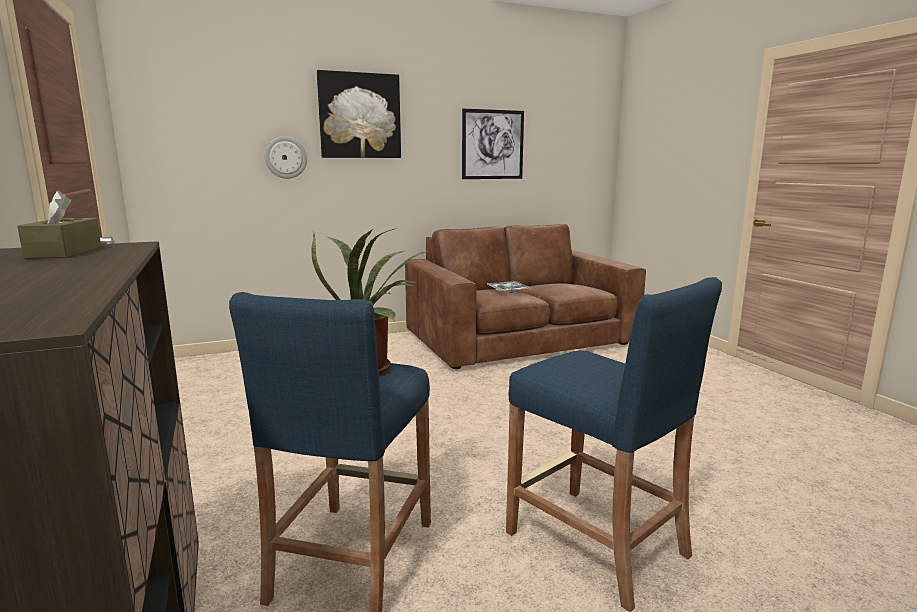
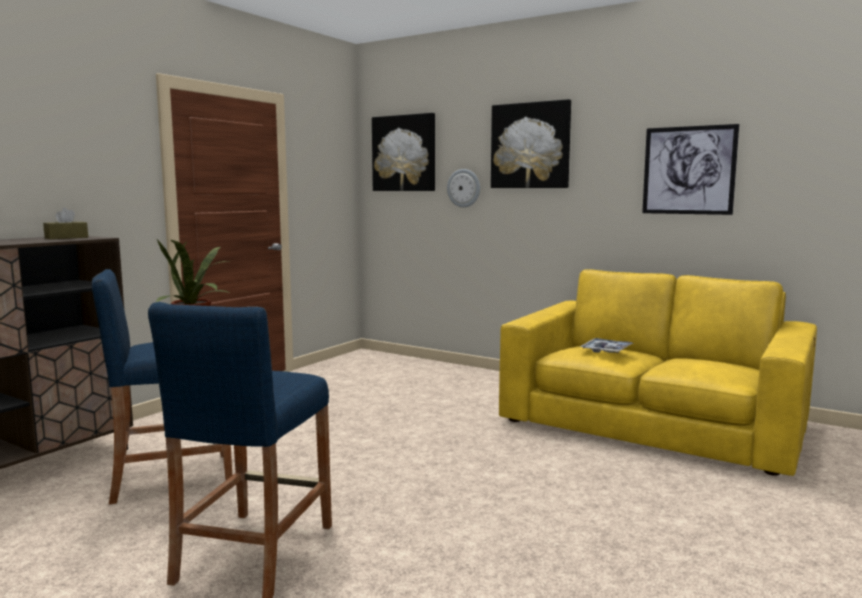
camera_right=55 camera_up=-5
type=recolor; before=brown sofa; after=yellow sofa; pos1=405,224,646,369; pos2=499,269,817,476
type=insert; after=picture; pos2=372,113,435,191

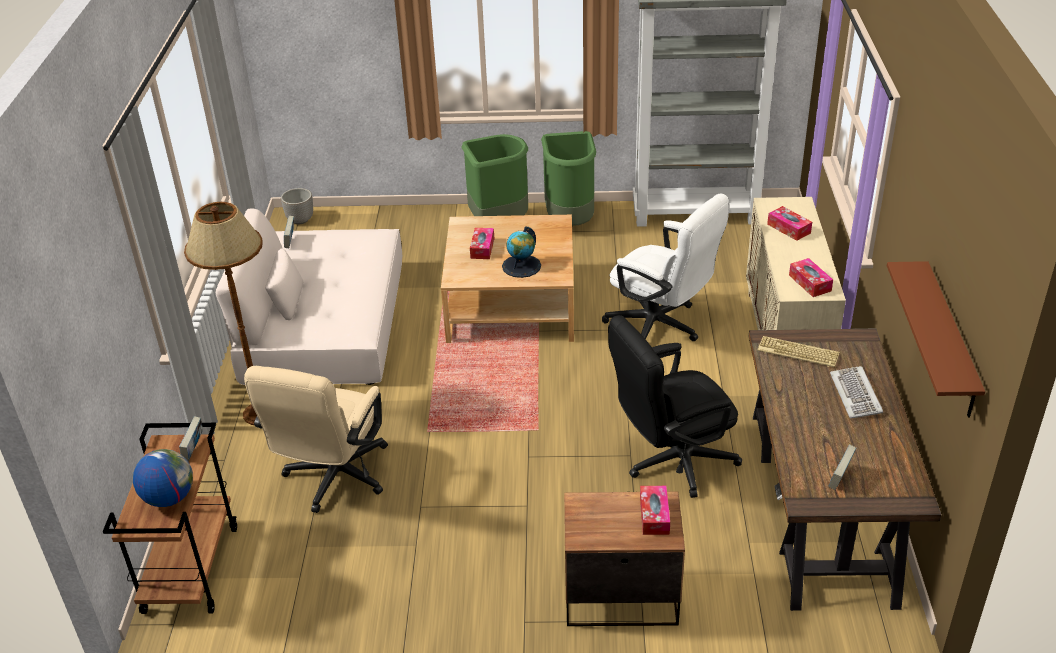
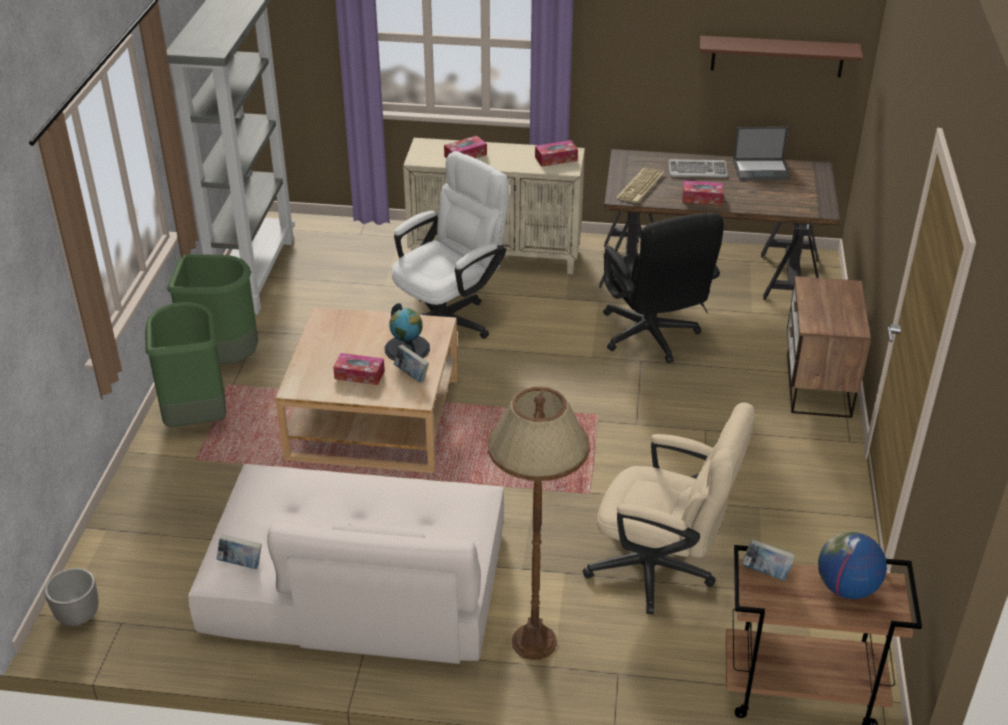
camera_right=-85 camera_up=0
type=move; before=book; pos1=829,445,856,490; pos2=394,344,429,383
type=move; before=tissue box; pos1=640,486,670,535; pos2=682,181,723,205
type=insert; after=laptop; pos2=733,127,791,180

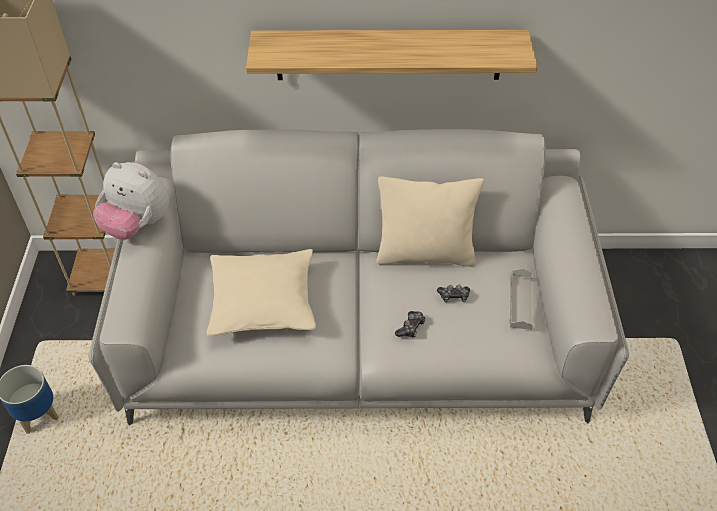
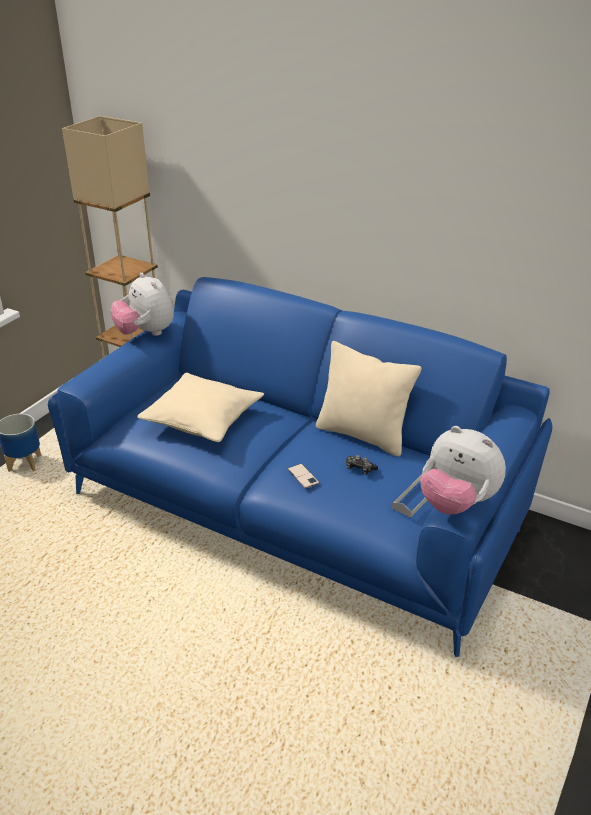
camera_right=30 camera_up=-15
type=delete; before=shelf; pos1=246,30,538,80
type=recolor; before=grey sofa; after=blue sofa; pos1=88,129,629,425; pos2=48,277,552,657
type=replace; before=game controller; after=phone; pos1=395,311,426,337; pos2=288,463,319,488
type=insert; after=plush toy; pos2=420,426,506,515

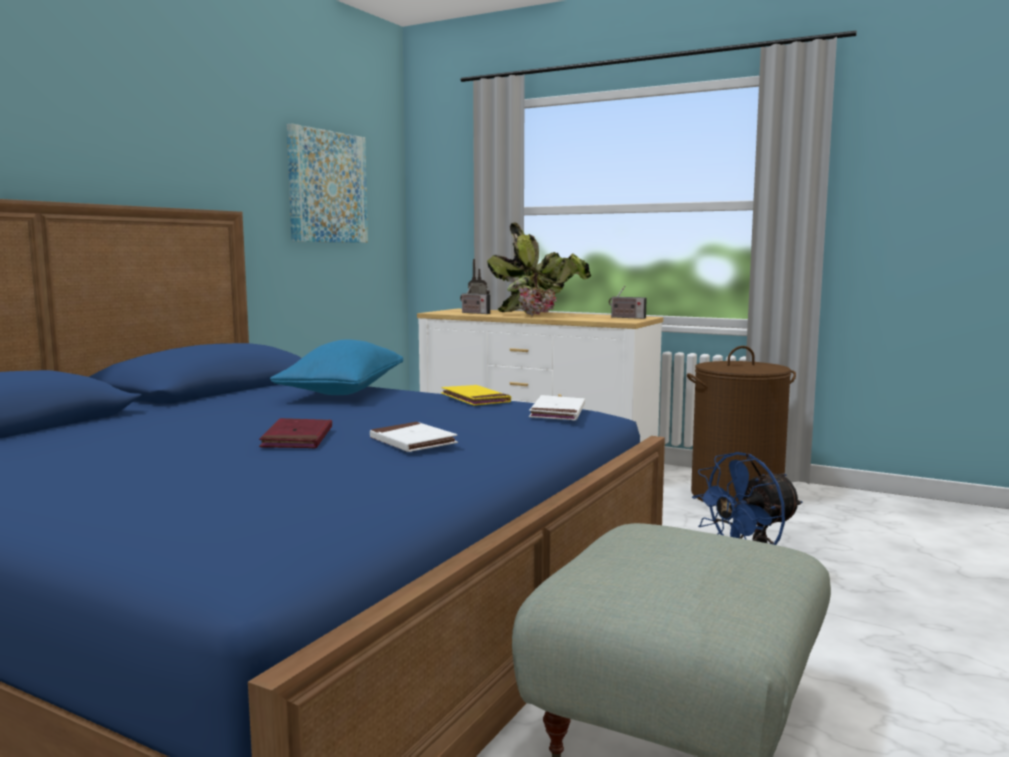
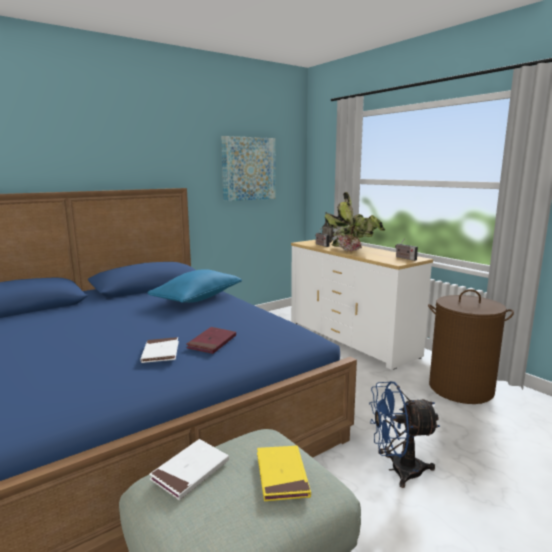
camera_right=25 camera_up=5
type=move; before=yellow book; pos1=441,385,511,405; pos2=257,445,311,501
type=move; before=white book; pos1=529,395,585,421; pos2=149,439,229,500
type=move; before=red book; pos1=259,418,332,449; pos2=186,327,236,354

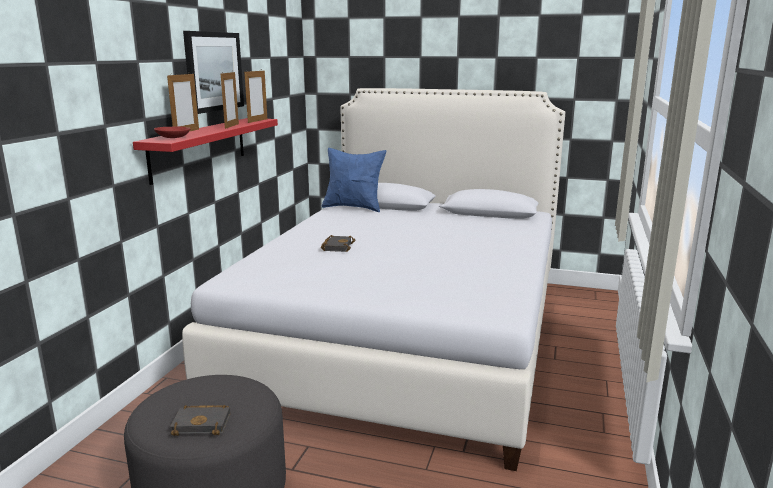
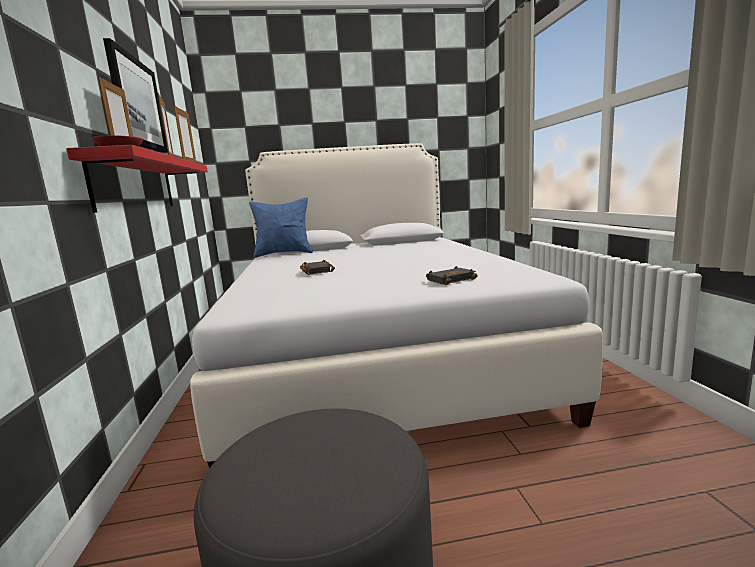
camera_right=-25 camera_up=-5
type=move; before=black book; pos1=170,405,230,436; pos2=426,266,478,285

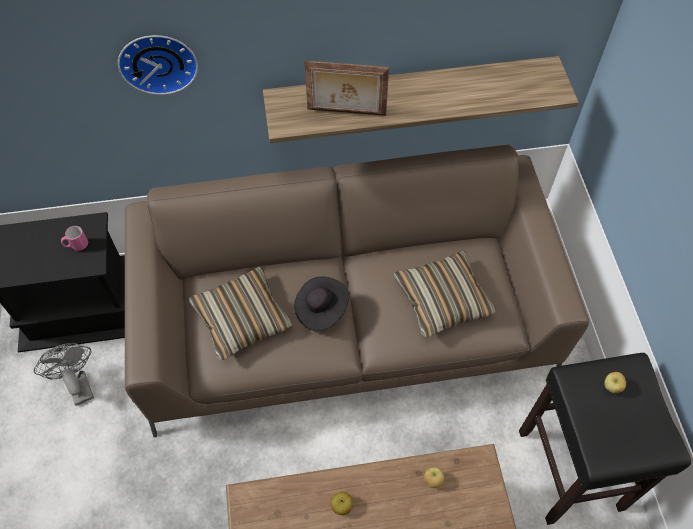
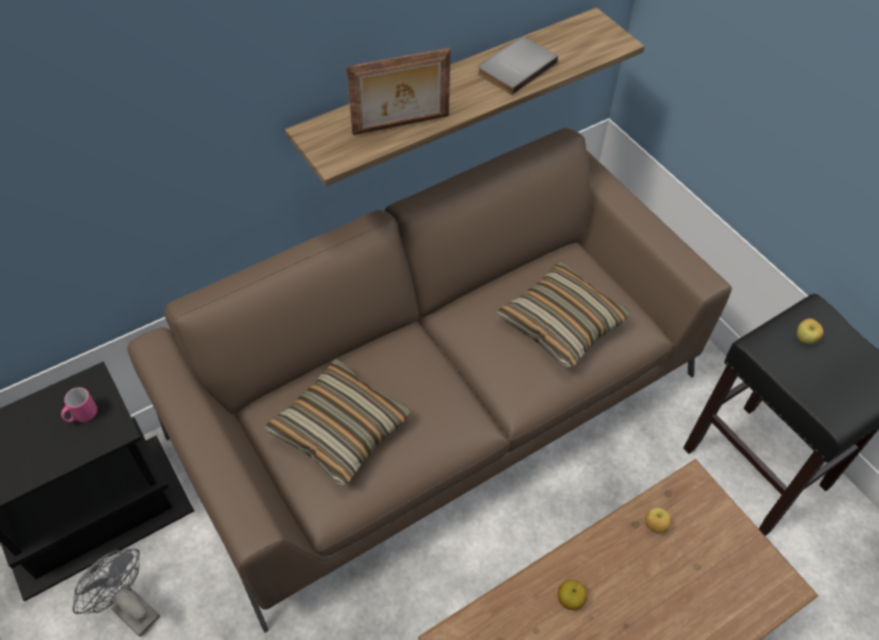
camera_right=-25 camera_up=-5
type=delete; before=wall clock; pos1=118,35,198,95
type=delete; before=black hat; pos1=294,276,349,331
type=insert; after=grey book; pos2=478,37,558,95

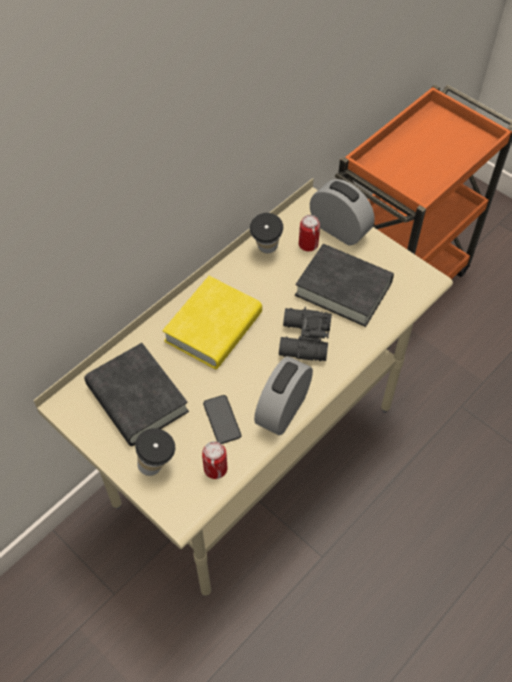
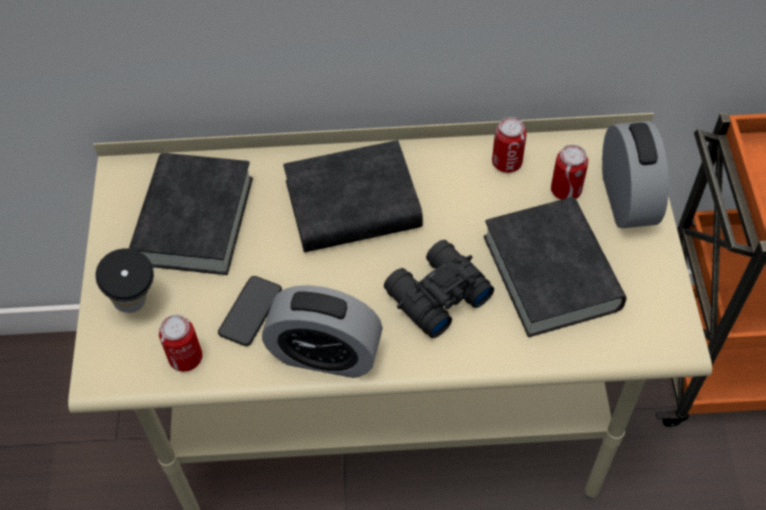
camera_right=45 camera_up=0
type=replace; before=cup; after=can; pos1=250,213,283,253; pos2=492,117,527,173
type=recolor; before=yellow book; after=black book; pos1=163,276,262,369; pos2=283,140,423,252
type=rotate; before=alarm clock; pos1=254,356,313,435; pos2=262,285,383,378; turn=-150

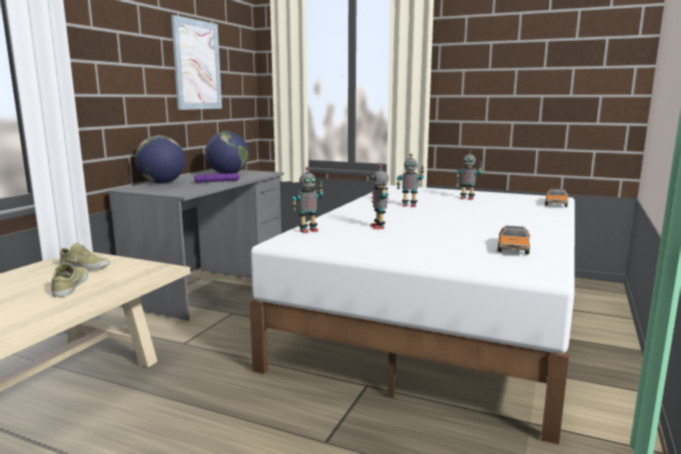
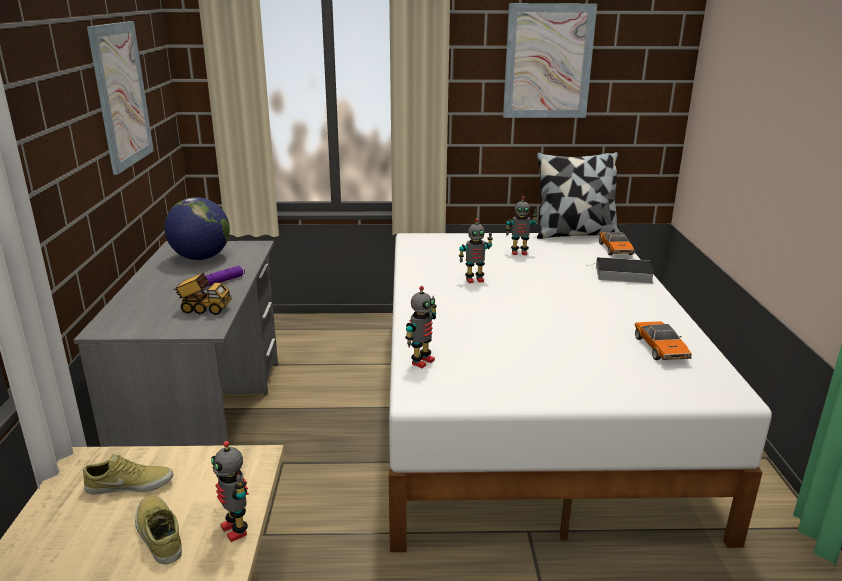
camera_right=-25 camera_up=10
type=delete; before=globe; pos1=135,135,185,183
type=move; before=toy robot; pos1=371,165,389,229; pos2=211,441,249,542
type=insert; after=picture; pos2=503,3,597,118
type=insert; after=pillow; pos2=536,152,620,239
type=insert; after=book; pos2=587,257,654,284
type=insert; after=toy truck; pos2=174,273,231,315

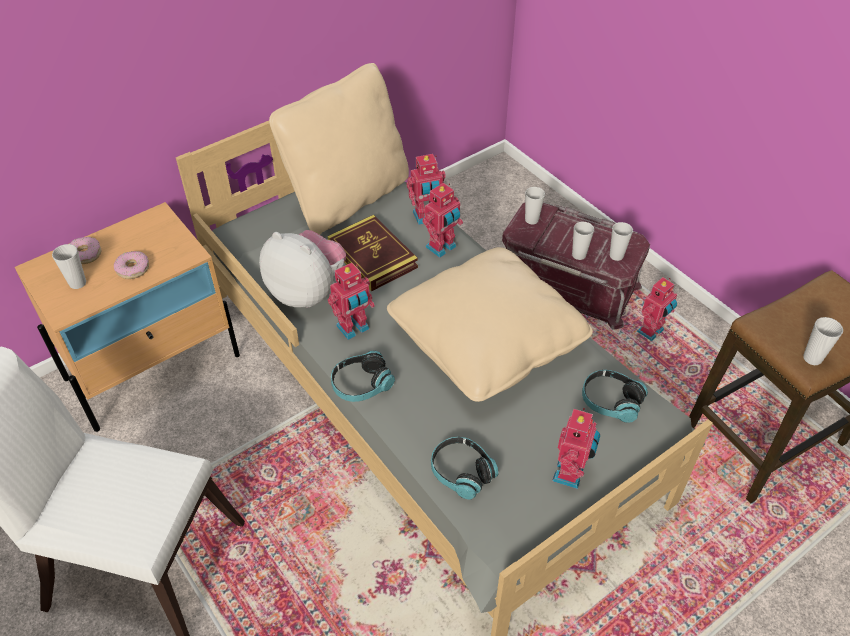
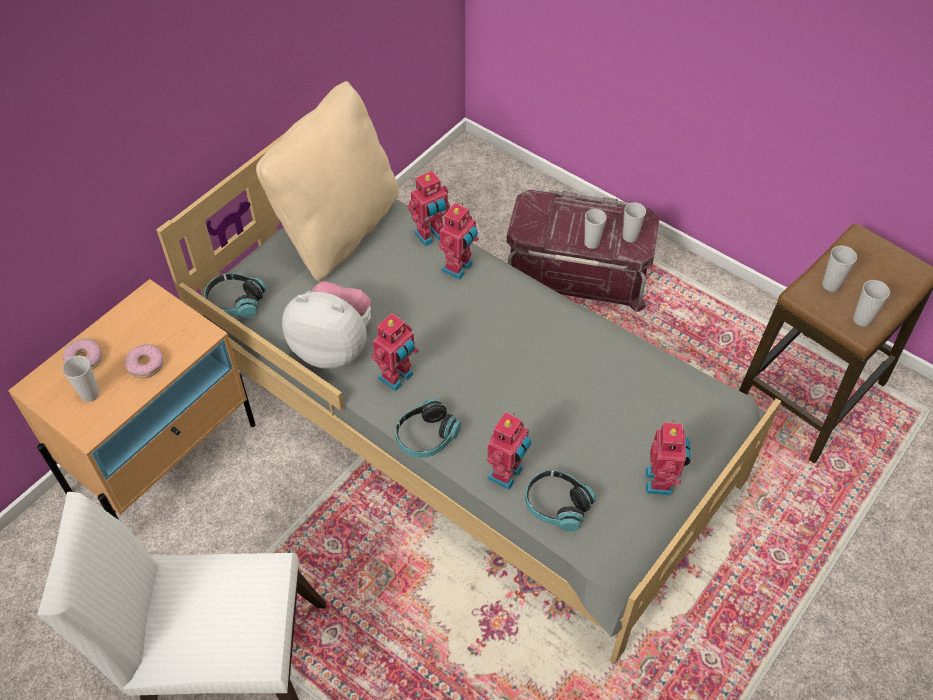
camera_right=-15 camera_up=5
type=move; before=cup; pos1=525,187,545,224; pos2=822,246,857,292
type=delete; before=book; pos1=328,215,418,292
type=delete; before=beige pillow; pos1=387,247,593,402
type=move; before=toy robot; pos1=637,277,677,341; pos2=487,412,531,490
type=move; before=headphones; pos1=582,370,648,423; pos2=204,273,266,318

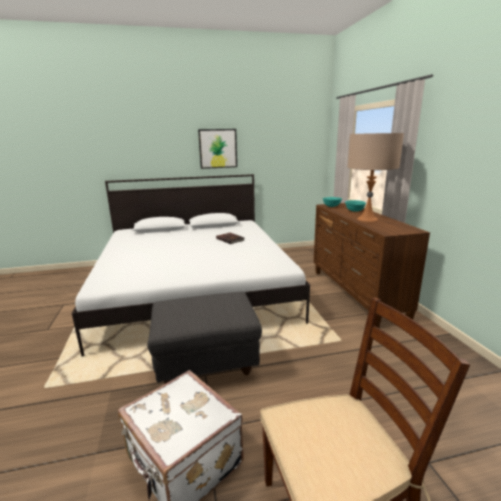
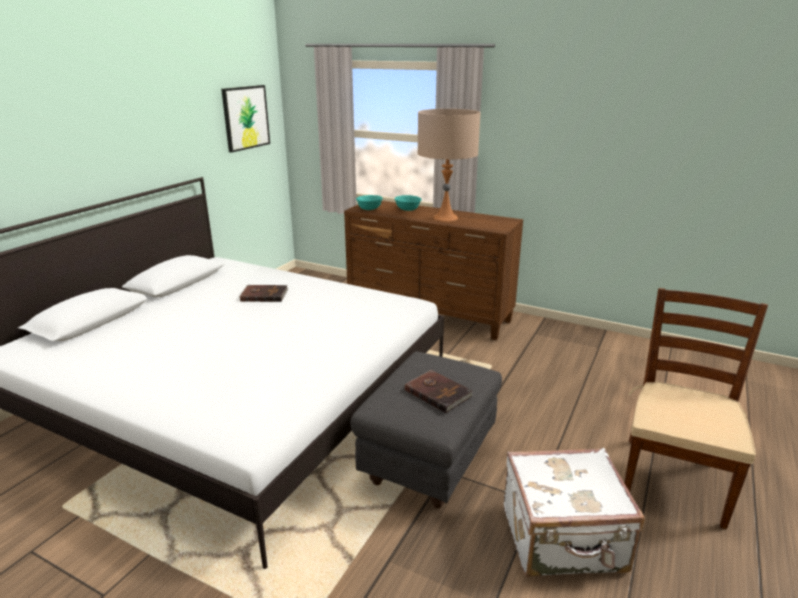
camera_right=-50 camera_up=5
type=move; before=picture; pos1=198,129,237,169; pos2=221,85,270,152
type=insert; after=brown book; pos2=405,370,473,413

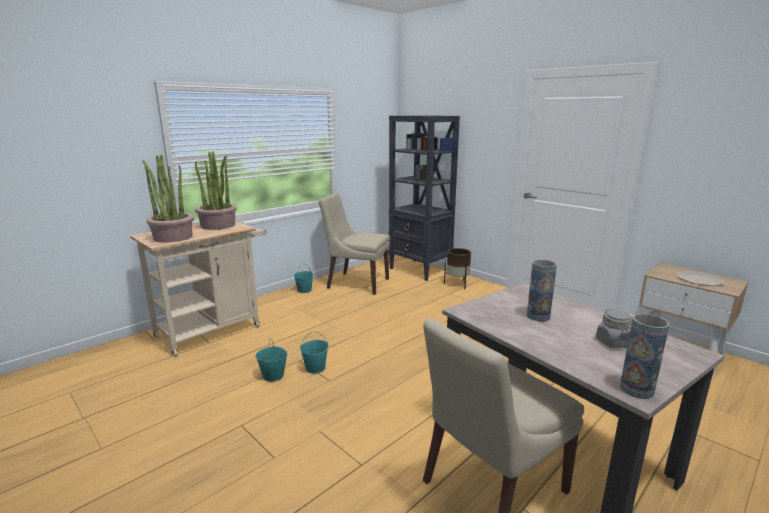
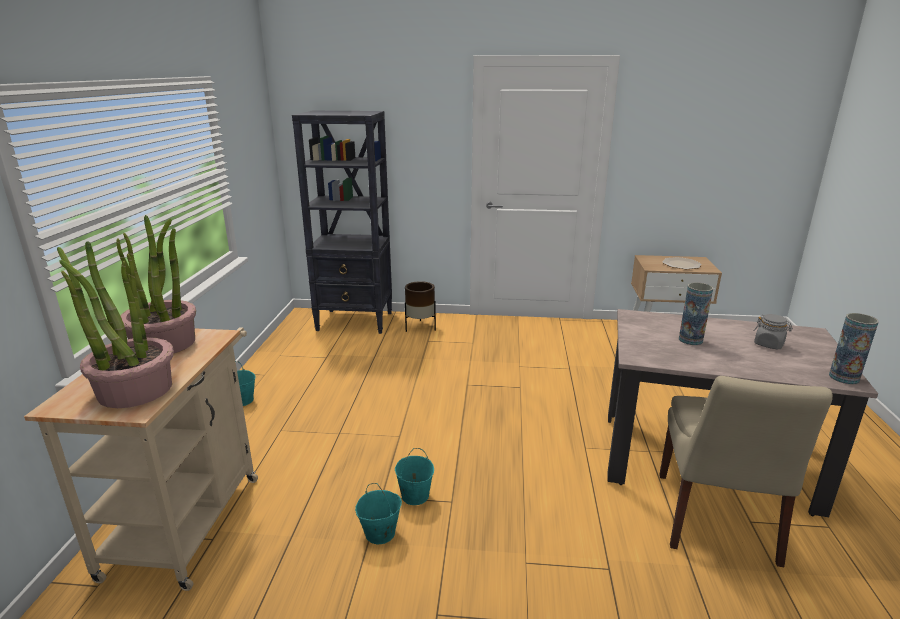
camera_right=-40 camera_up=5
type=delete; before=beige chair; pos1=319,193,390,295

